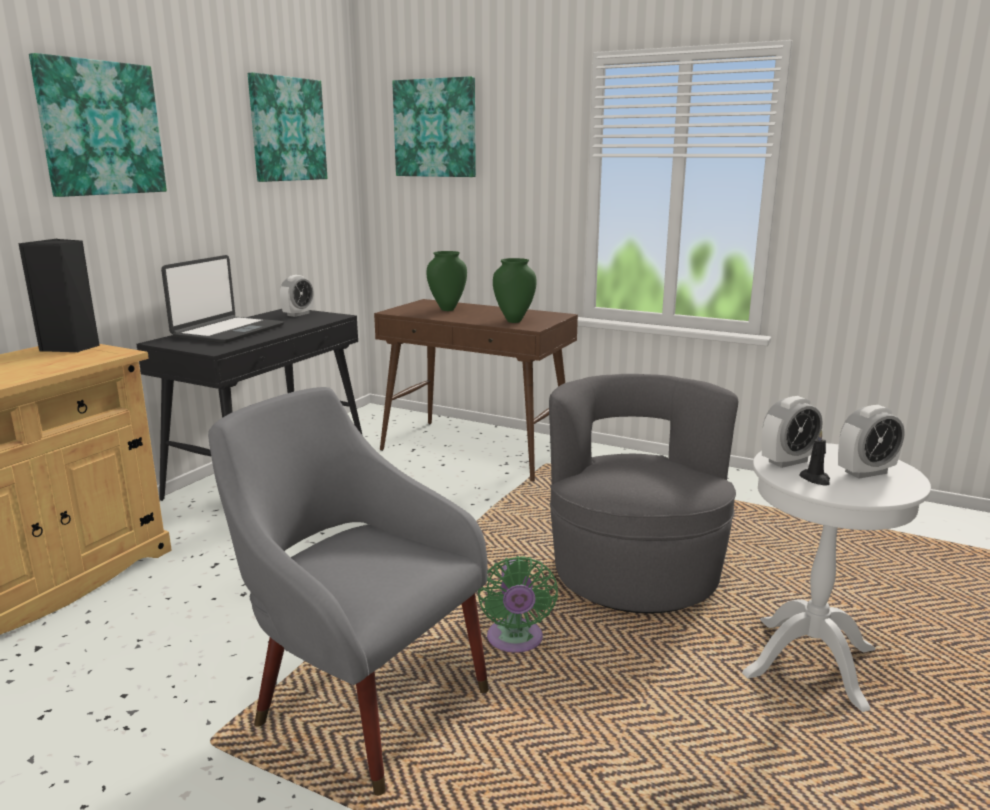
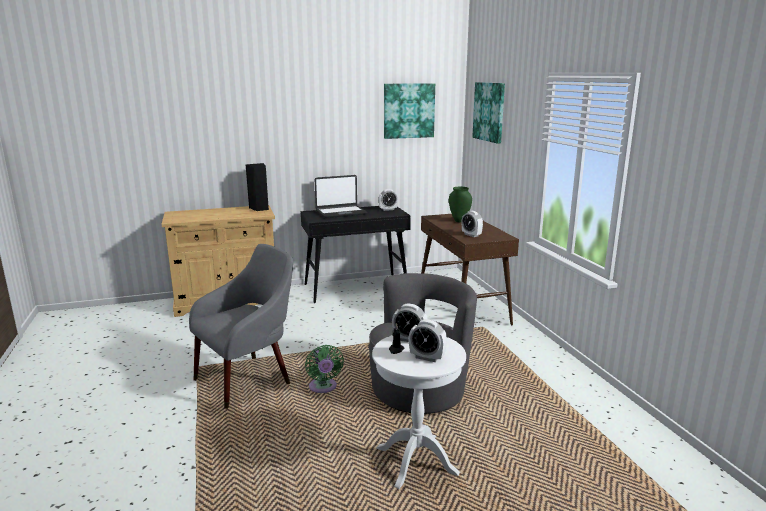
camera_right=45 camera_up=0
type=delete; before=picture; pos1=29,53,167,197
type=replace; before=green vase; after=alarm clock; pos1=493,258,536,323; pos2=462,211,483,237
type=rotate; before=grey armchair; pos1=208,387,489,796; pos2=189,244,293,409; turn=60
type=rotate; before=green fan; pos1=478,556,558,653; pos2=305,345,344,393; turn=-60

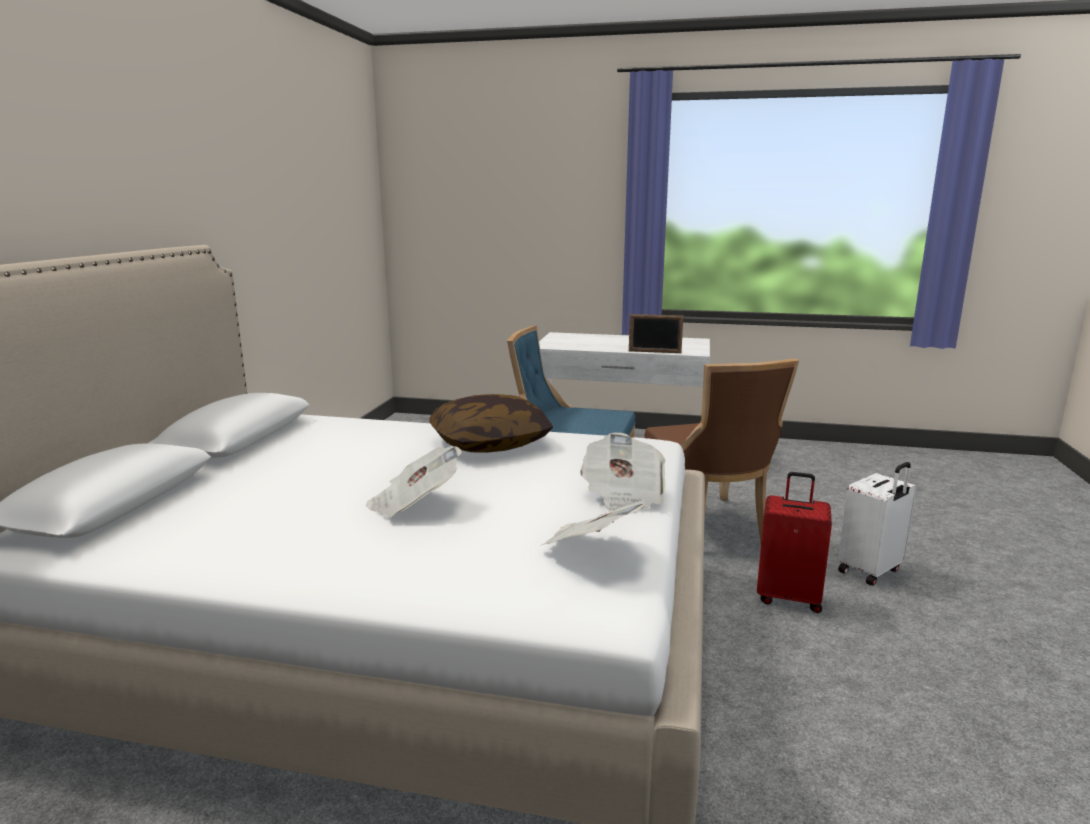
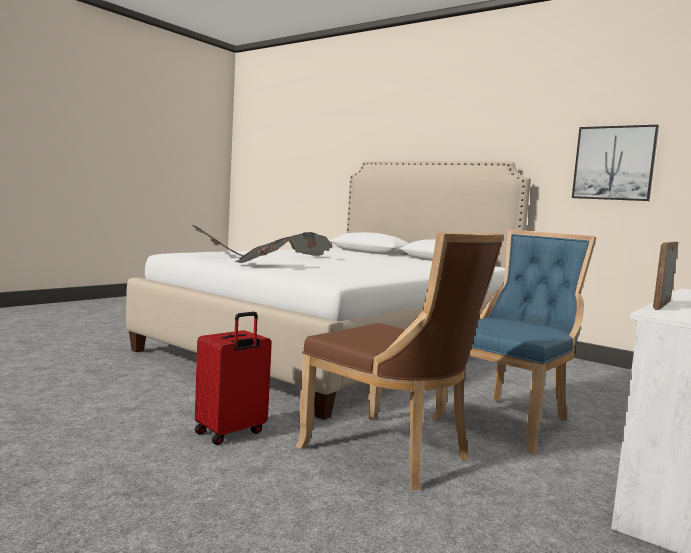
camera_right=115 camera_up=-10
type=rotate; before=brown chair; pos1=644,358,799,542; pos2=296,232,504,490; turn=-150
type=delete; before=pillow; pos1=429,394,553,453
type=delete; before=white suitcase; pos1=838,462,916,586
type=insert; after=picture; pos2=572,125,659,201

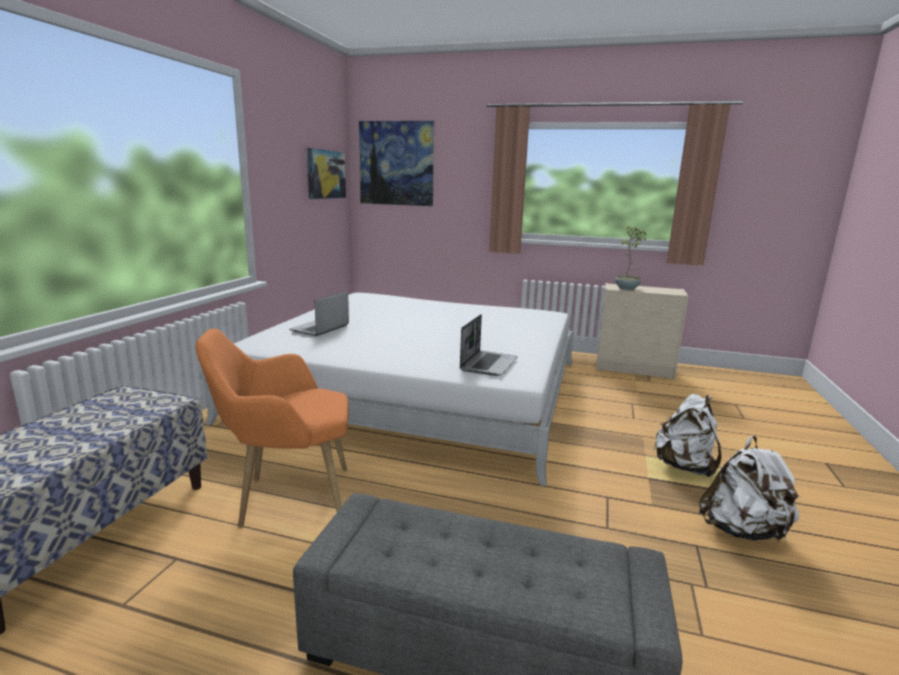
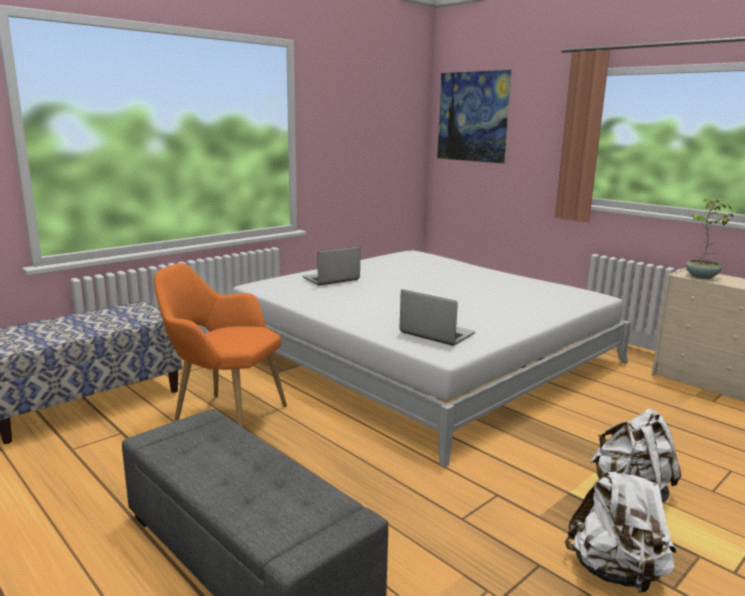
camera_right=30 camera_up=0
type=delete; before=picture; pos1=307,148,346,199
type=rotate; before=laptop; pos1=460,314,518,376; pos2=399,290,475,346; turn=-105

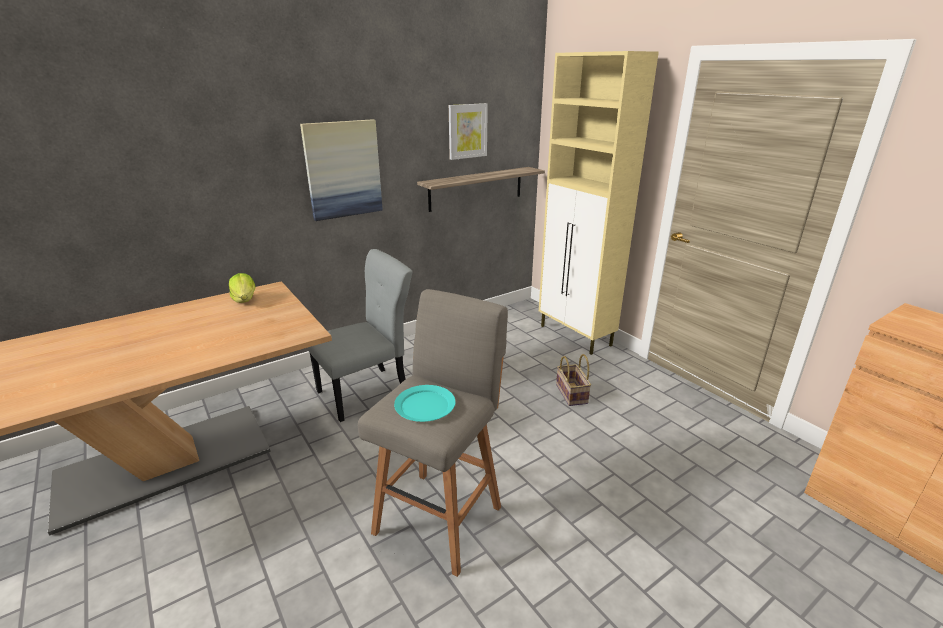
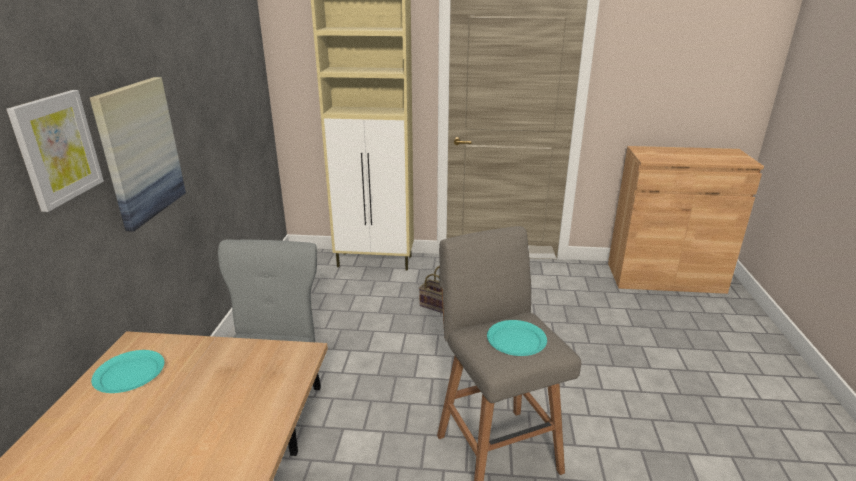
camera_right=-50 camera_up=0
type=move; before=picture; pos1=449,103,488,160; pos2=6,90,104,212
type=delete; before=shelf; pos1=417,167,545,212
type=replace; before=lettuce; after=turquoise plate; pos1=229,273,255,303; pos2=91,350,165,393

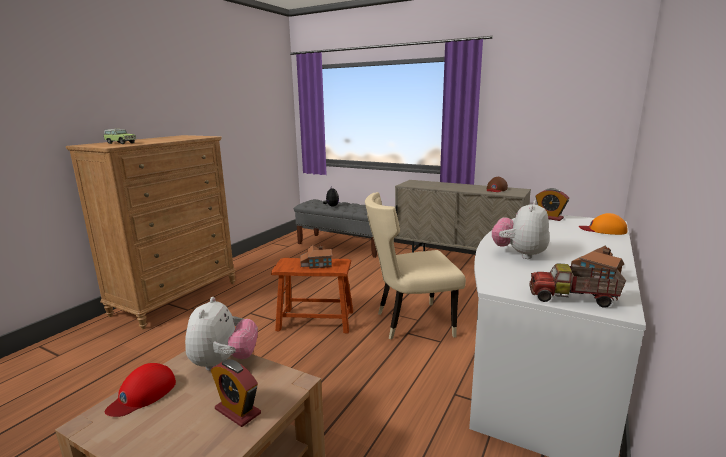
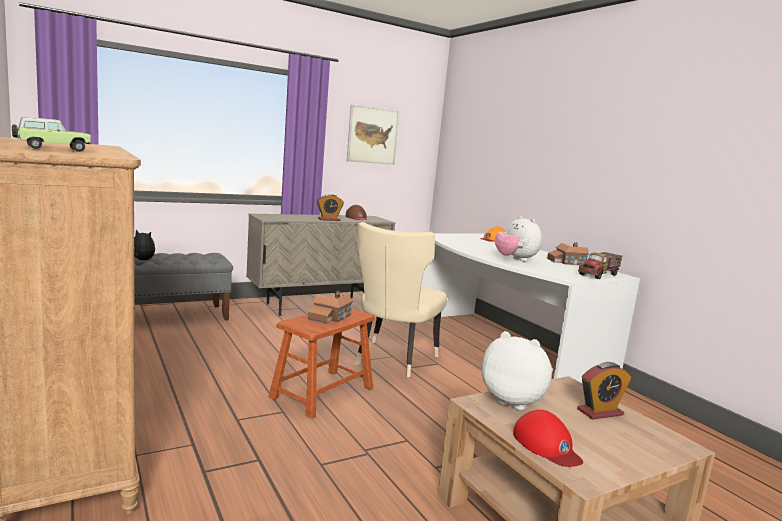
camera_right=-60 camera_up=-5
type=move; before=alarm clock; pos1=536,188,569,221; pos2=317,194,344,221
type=insert; after=picture; pos2=347,104,399,165

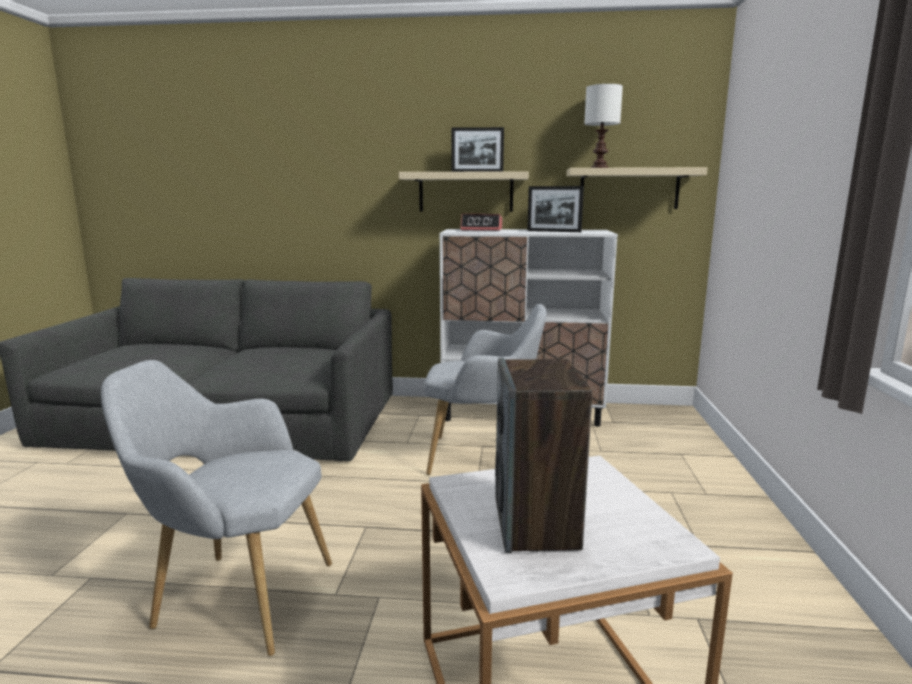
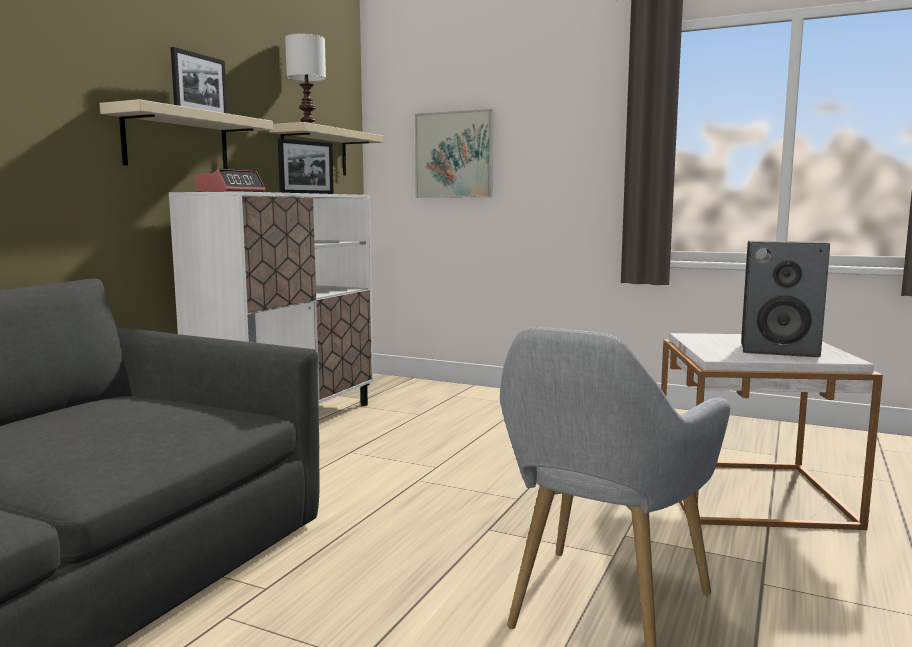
camera_right=-70 camera_up=-5
type=delete; before=grey armchair; pos1=424,304,547,475
type=insert; after=picture; pos2=415,109,493,198

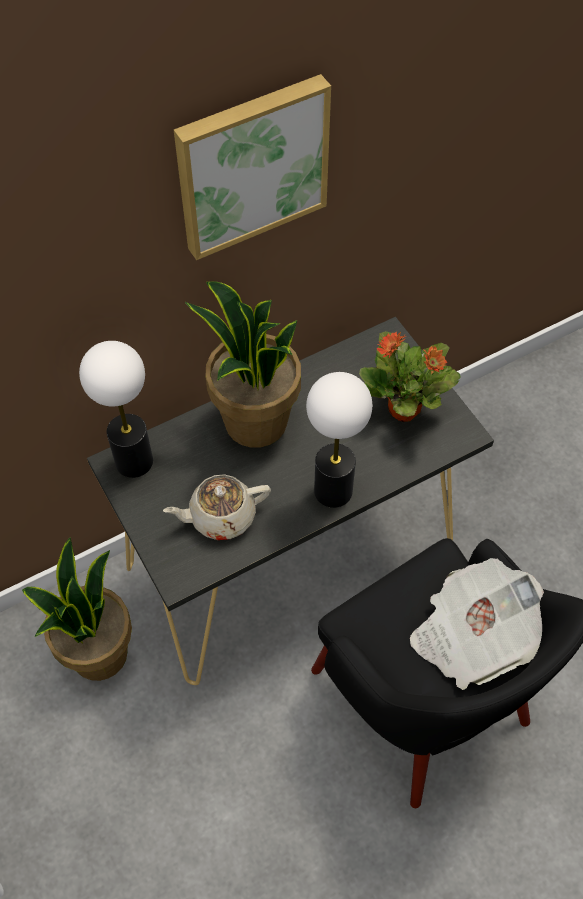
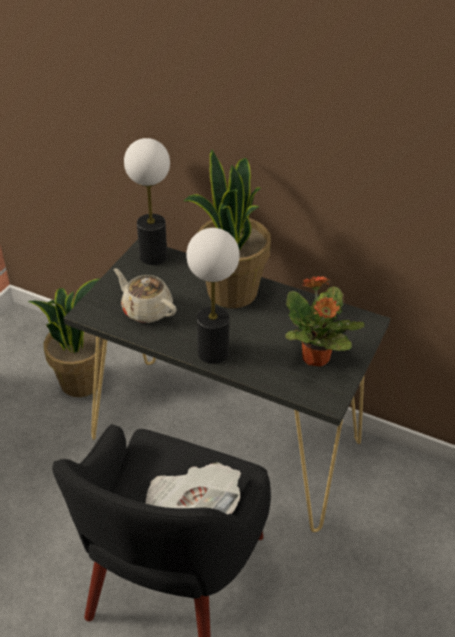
camera_right=55 camera_up=-15
type=delete; before=picture; pos1=174,74,331,260

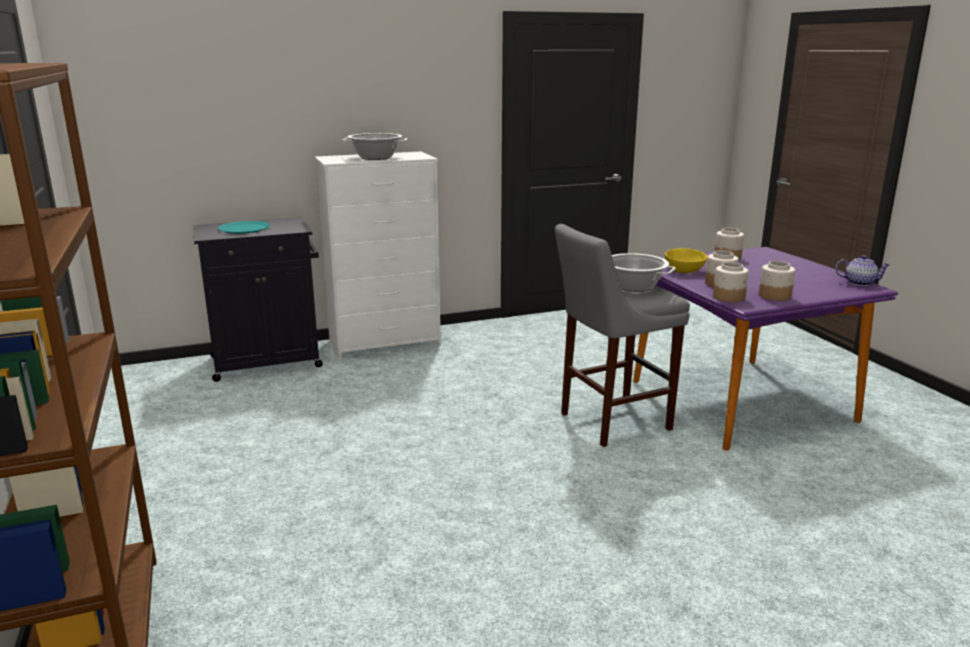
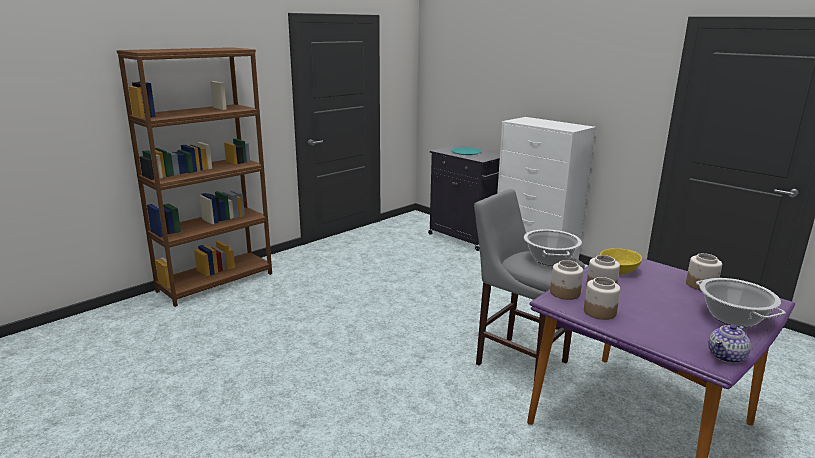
camera_right=65 camera_up=0
type=move; before=cooking pot; pos1=342,133,408,160; pos2=696,278,786,327
type=rotate; before=teapot; pos1=835,255,891,286; pos2=708,325,751,363; turn=60

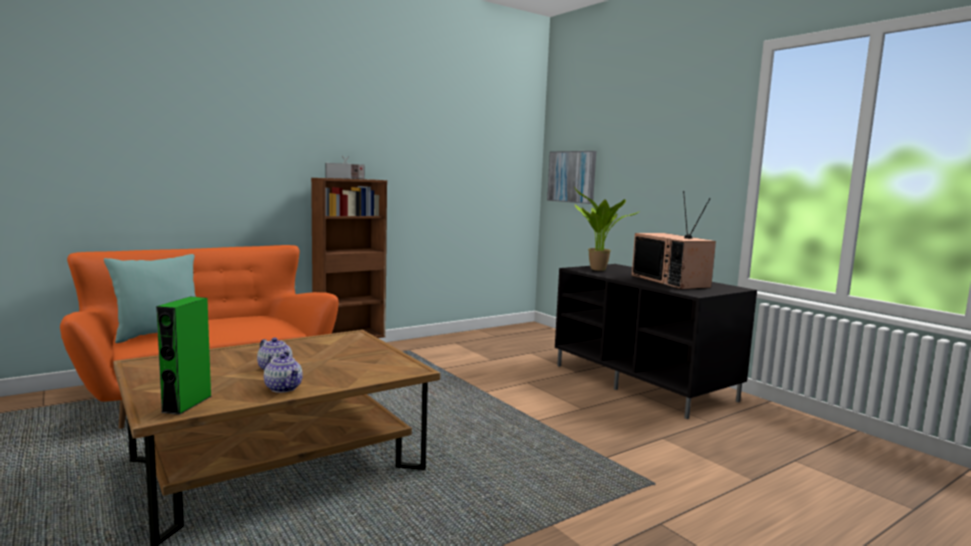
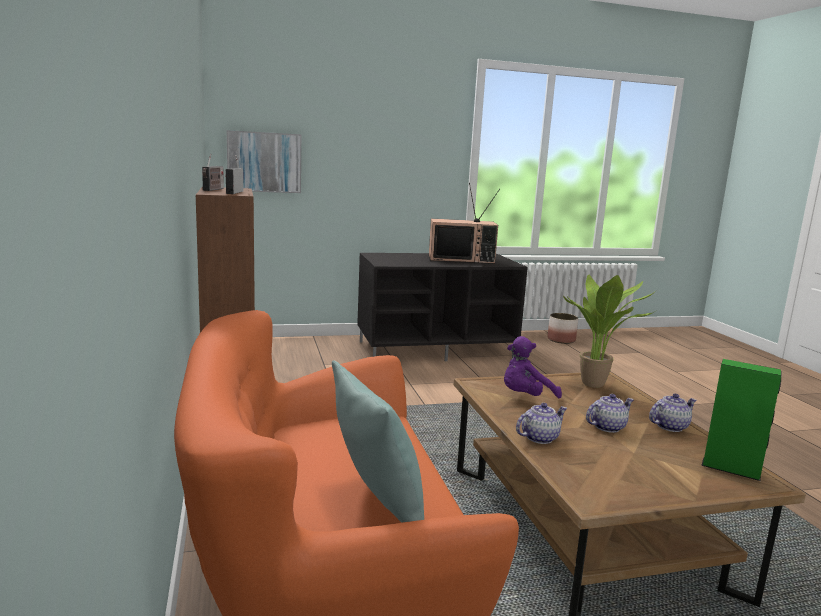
camera_right=-70 camera_up=5
type=move; before=potted plant; pos1=574,187,640,271; pos2=563,275,654,388
type=insert; after=planter; pos2=547,313,578,344
type=insert; after=purple plush toy; pos2=504,336,562,398
type=insert; after=teapot; pos2=516,403,567,444

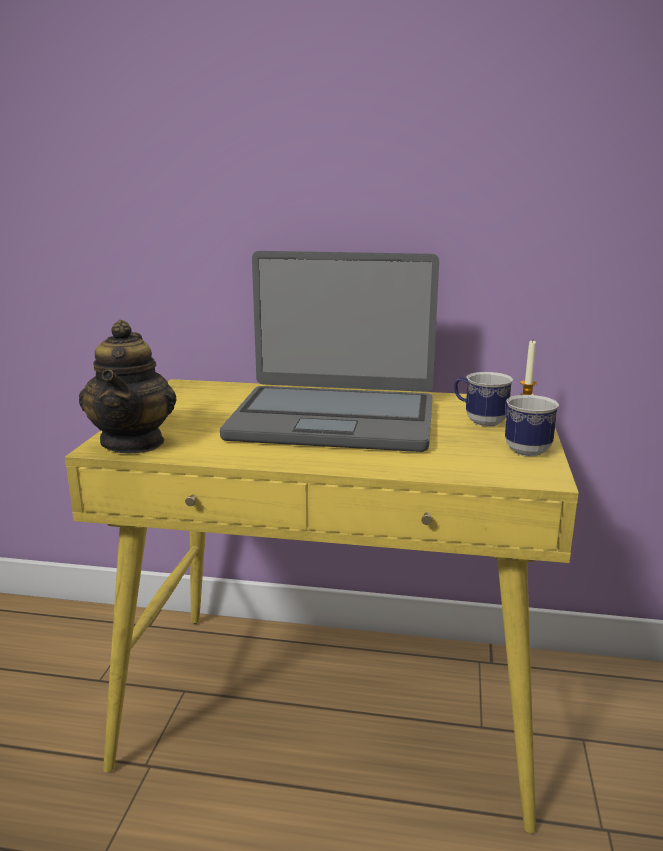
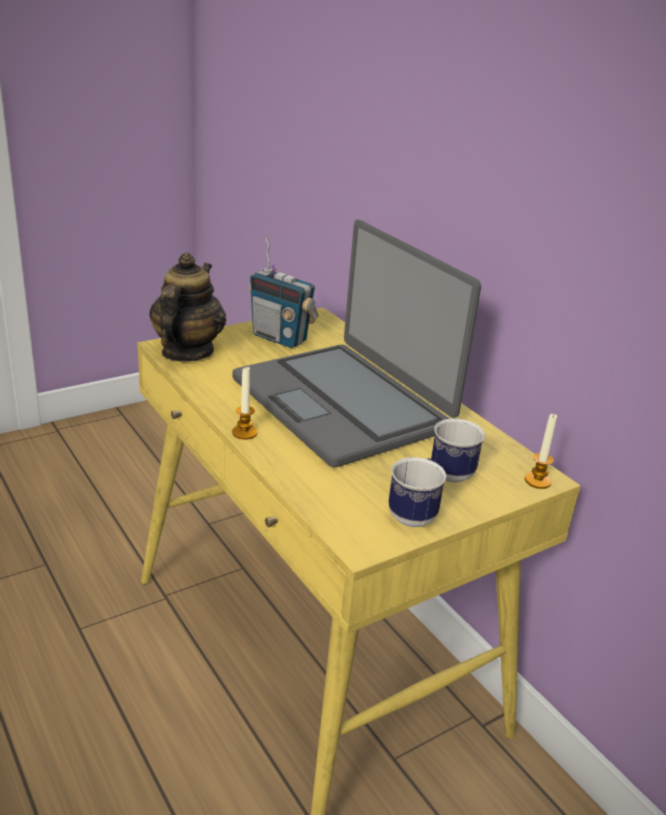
camera_right=45 camera_up=10
type=rotate; before=teapot; pos1=79,320,176,453; pos2=149,252,226,361; turn=150
type=insert; after=radio; pos2=248,236,319,348
type=insert; after=candle; pos2=232,367,258,440

